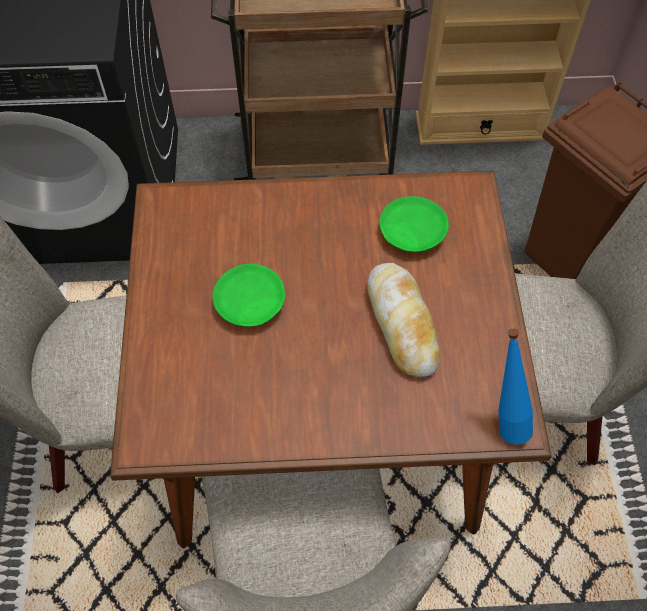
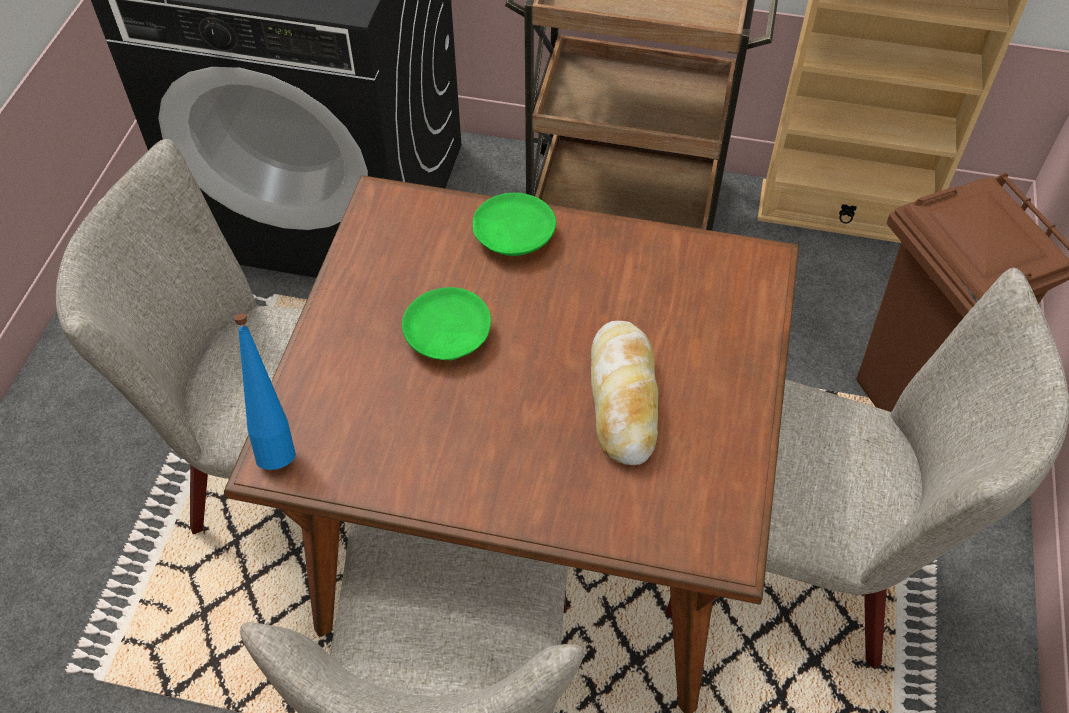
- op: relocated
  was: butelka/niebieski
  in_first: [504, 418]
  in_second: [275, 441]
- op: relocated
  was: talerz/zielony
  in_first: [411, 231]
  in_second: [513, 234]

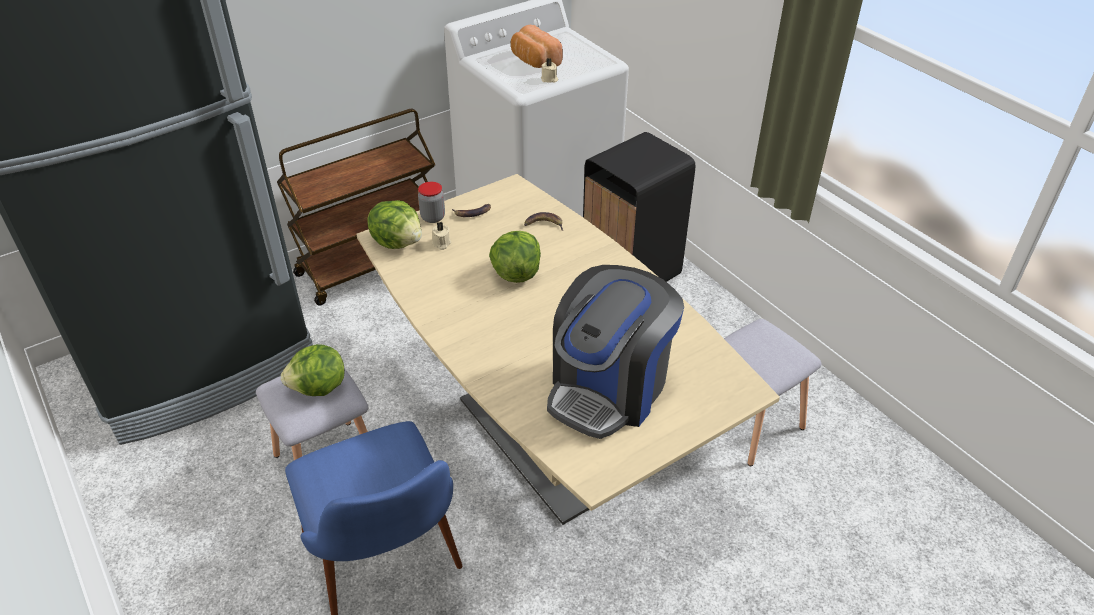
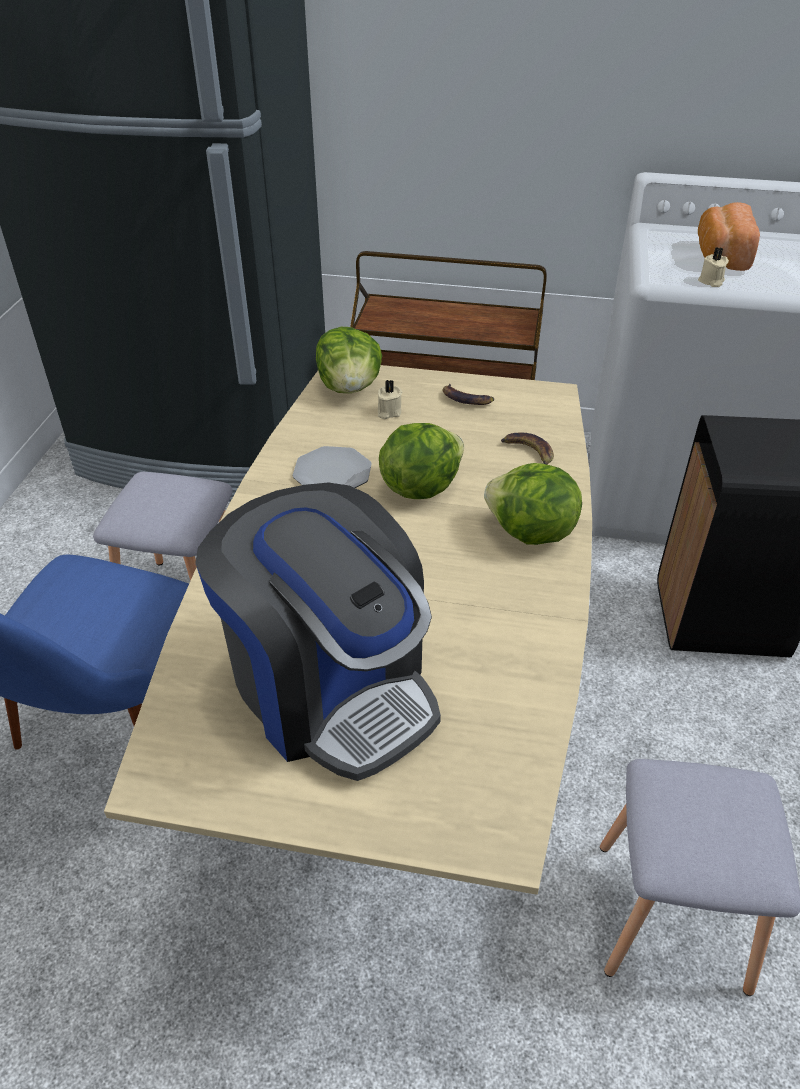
- op: spun
  was: ekspres do kawy
  in_first: [609, 388]
  in_second: [330, 687]
  clockwise: -120
- op: appeared
  now: talerz
  in_second: [331, 473]
- op: relocated
  was: sałata
  in_first: [319, 388]
  in_second: [530, 533]
- op: missing
  was: słoik
  in_first: [433, 217]

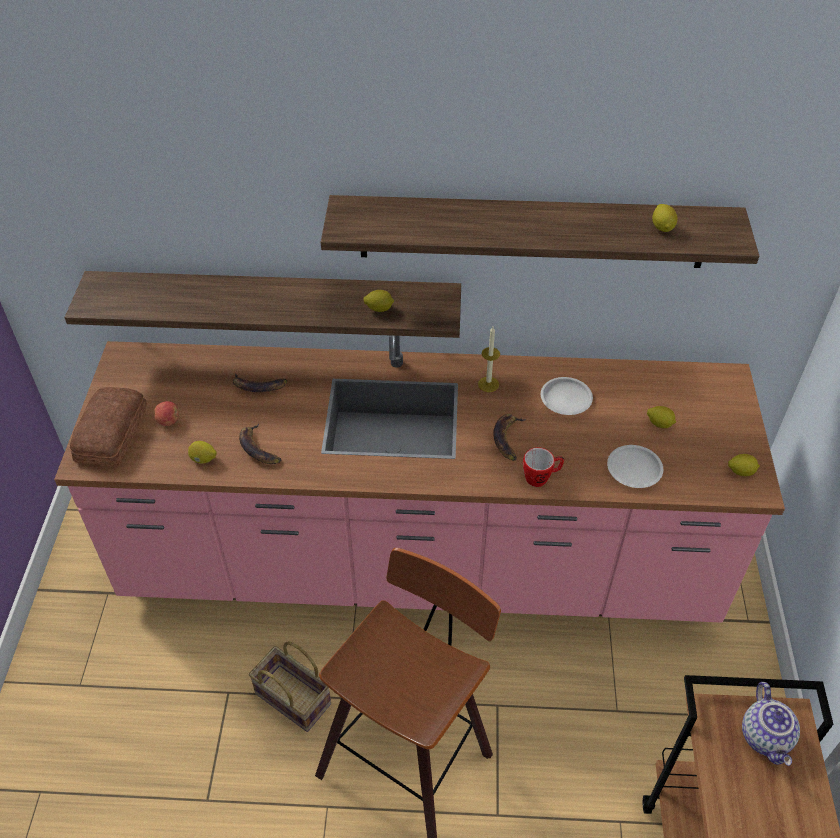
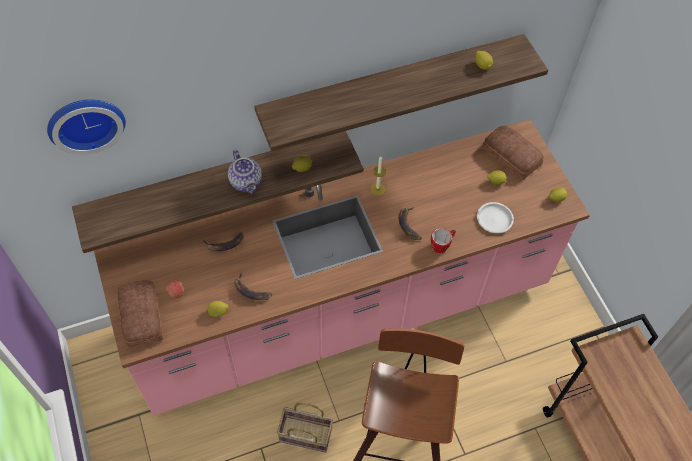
- op: appeared
  now: zegar ścienny
  in_second: [85, 121]
- op: relocated
  was: imbryk
  in_first: [766, 737]
  in_second: [246, 182]
- op: appeared
  now: chleb
  in_second: [511, 157]
- op: missing
  was: talerz/biały
  in_first: [565, 399]

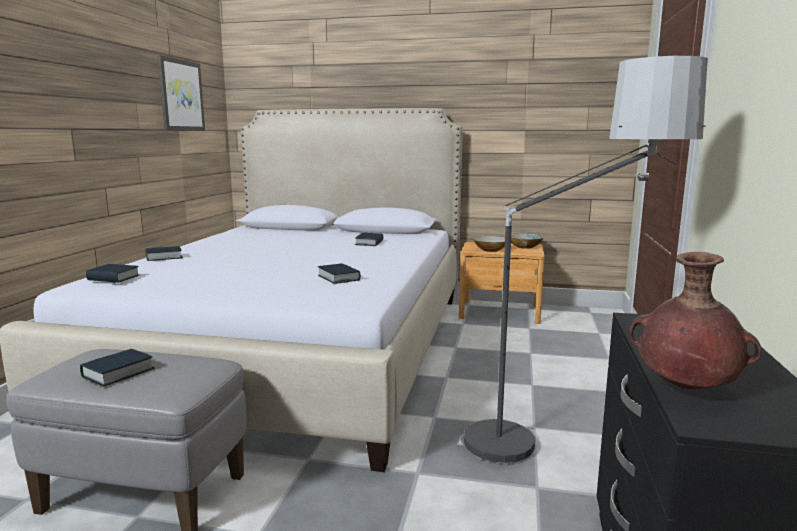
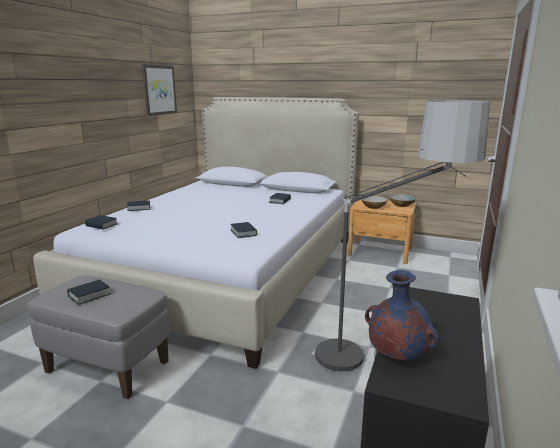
- op: colour
  was: wazon/brązowy
  now: wazon/niebieski
  in_first: [684, 389]
  in_second: [396, 355]

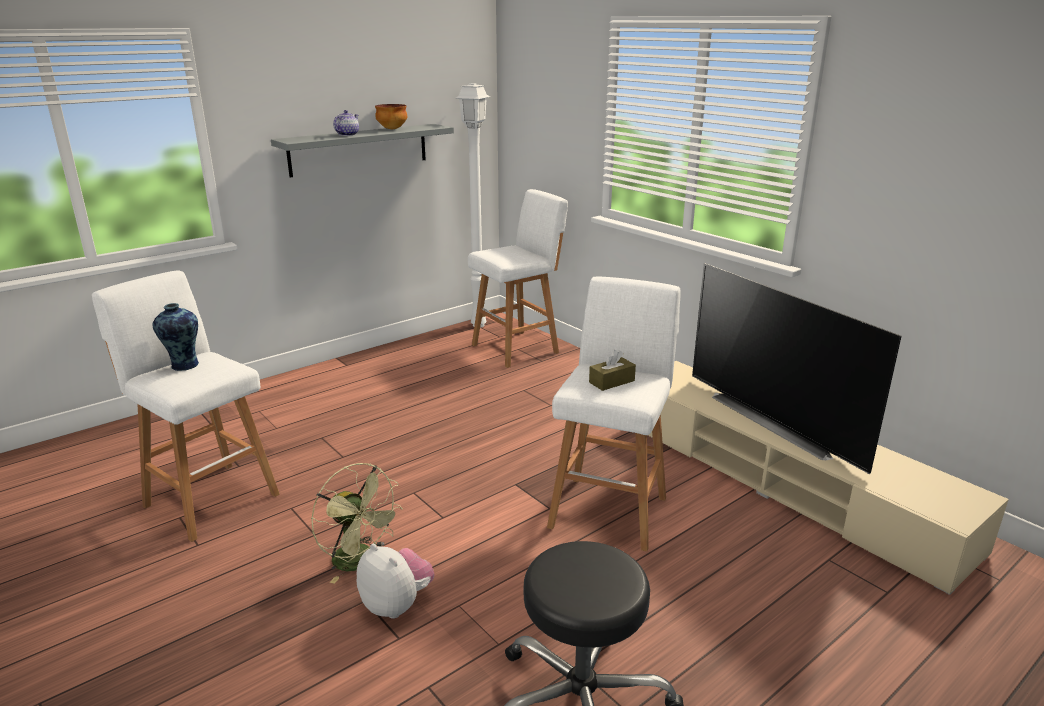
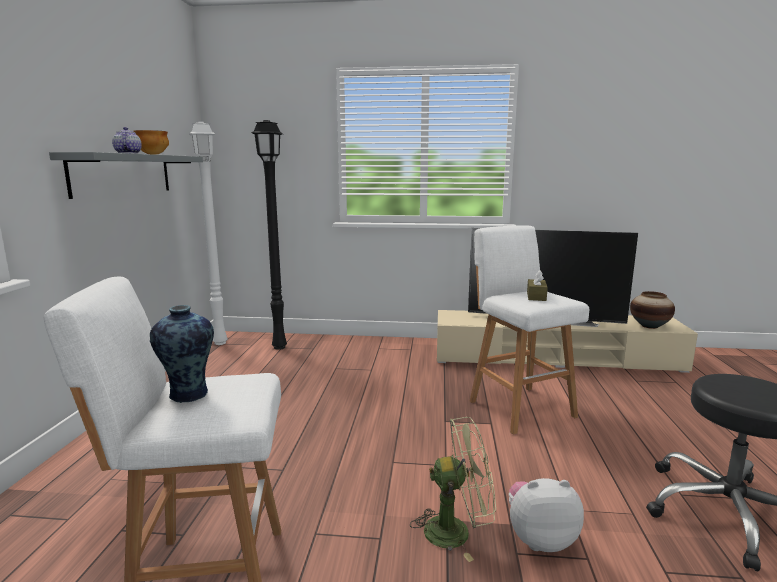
- op: exchanged
  was: stołek/biały
  now: lampa stojąca/czarny
  in_first: [517, 348]
  in_second: [280, 347]
- op: appeared
  now: wazon
  in_second: [649, 326]

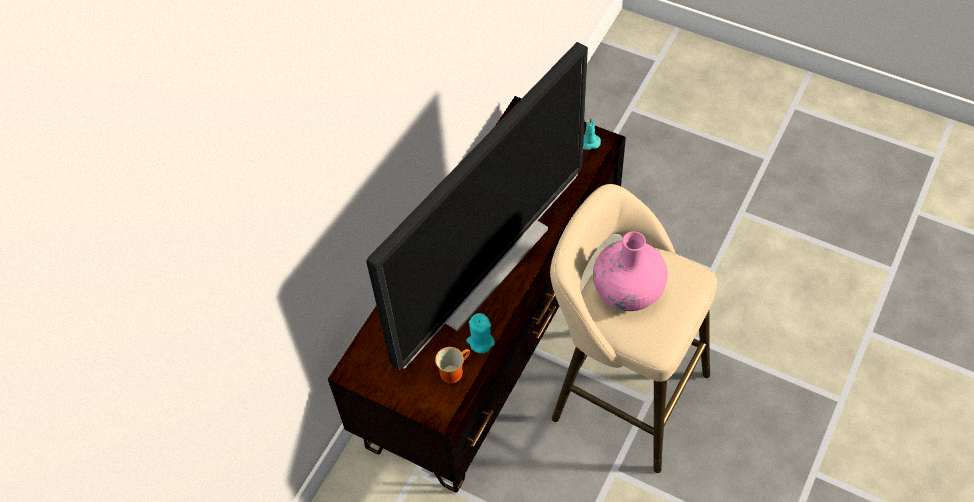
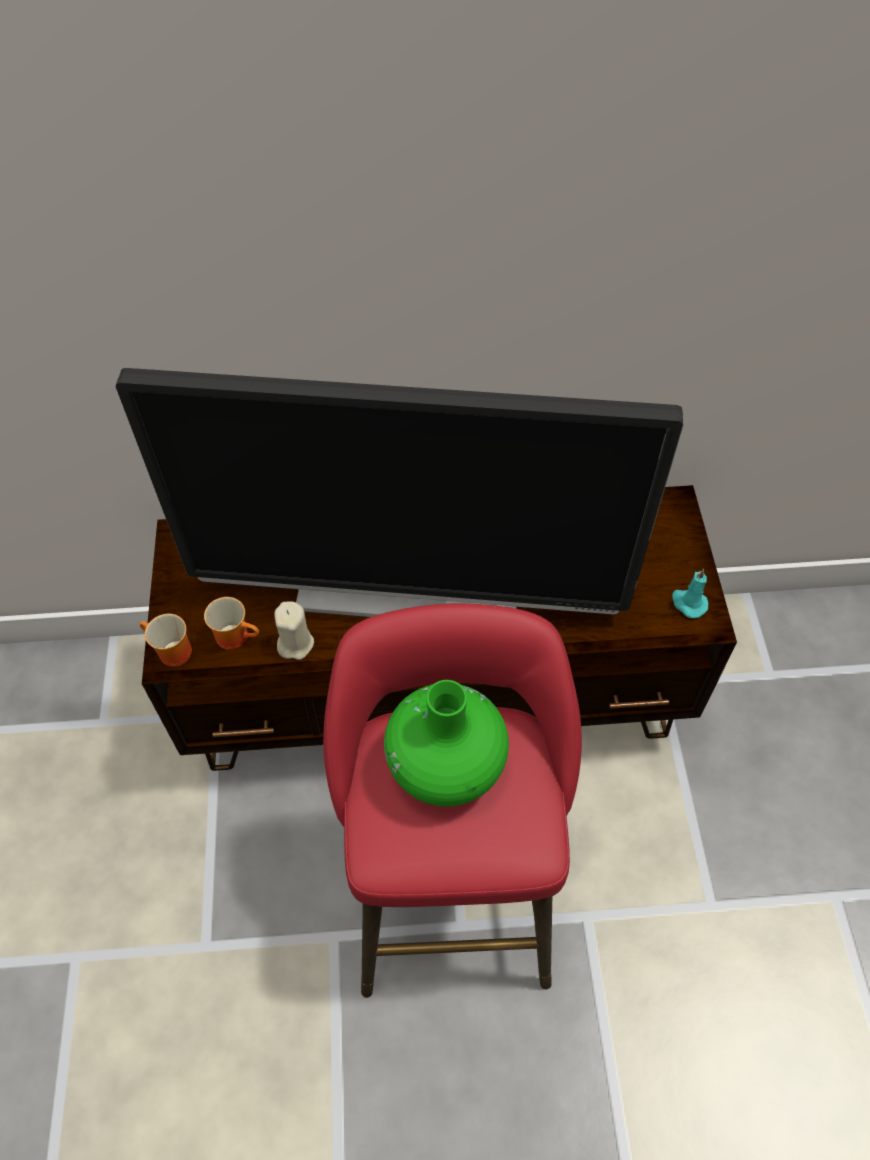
- op: appeared
  now: kubek
  in_second: [170, 653]
- op: colour
  was: świeca/turkusowy
  now: świeca/beżowy
  in_first: [480, 342]
  in_second: [295, 643]
- op: colour
  was: stołek/beżowy
  now: stołek/czerwony
  in_first: [622, 392]
  in_second: [451, 886]
- op: colour
  was: wazon/różowy
  now: wazon/zielony
  in_first: [628, 291]
  in_second: [445, 765]

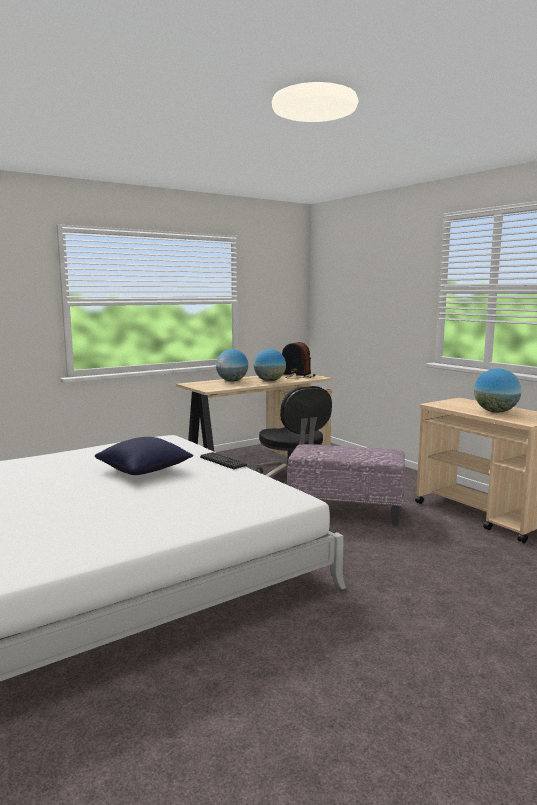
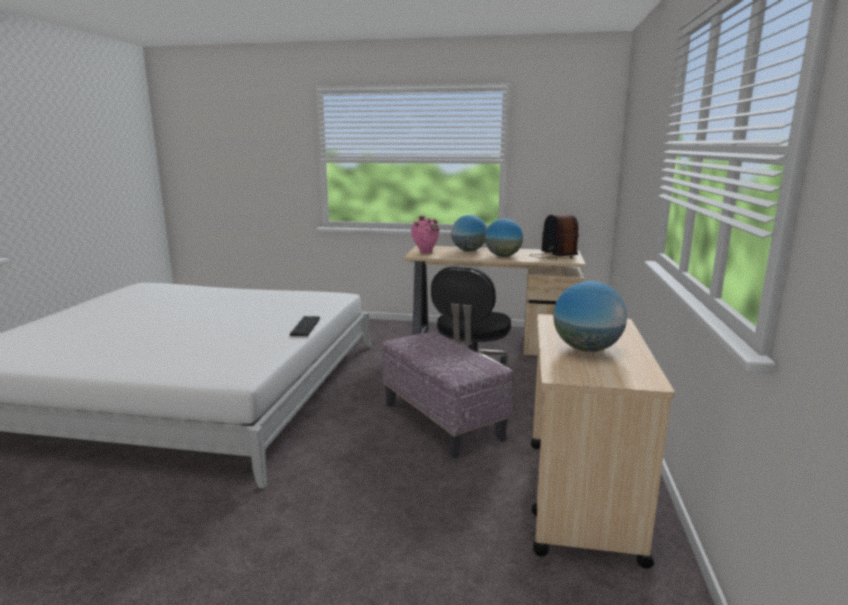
- op: appeared
  now: wazon/różowy
  in_second: [425, 252]
- op: missing
  was: poduszka/niebieski
  in_first: [144, 470]

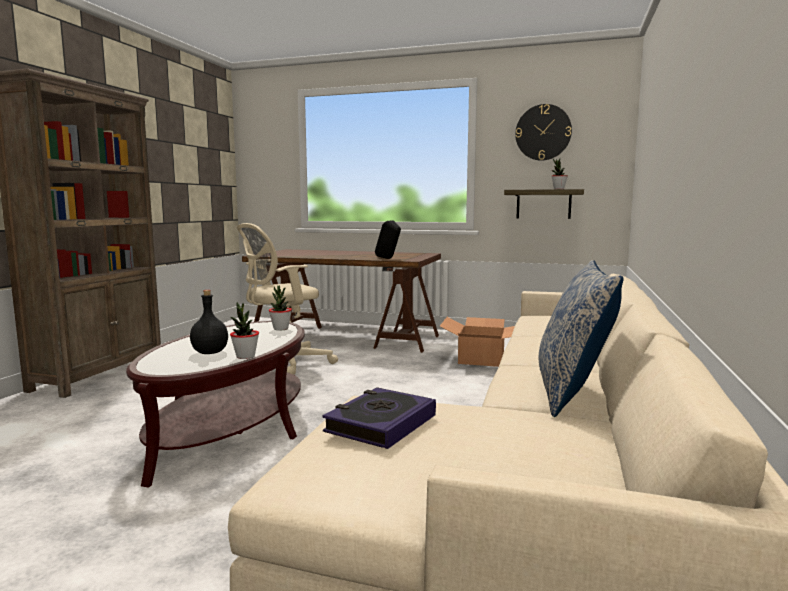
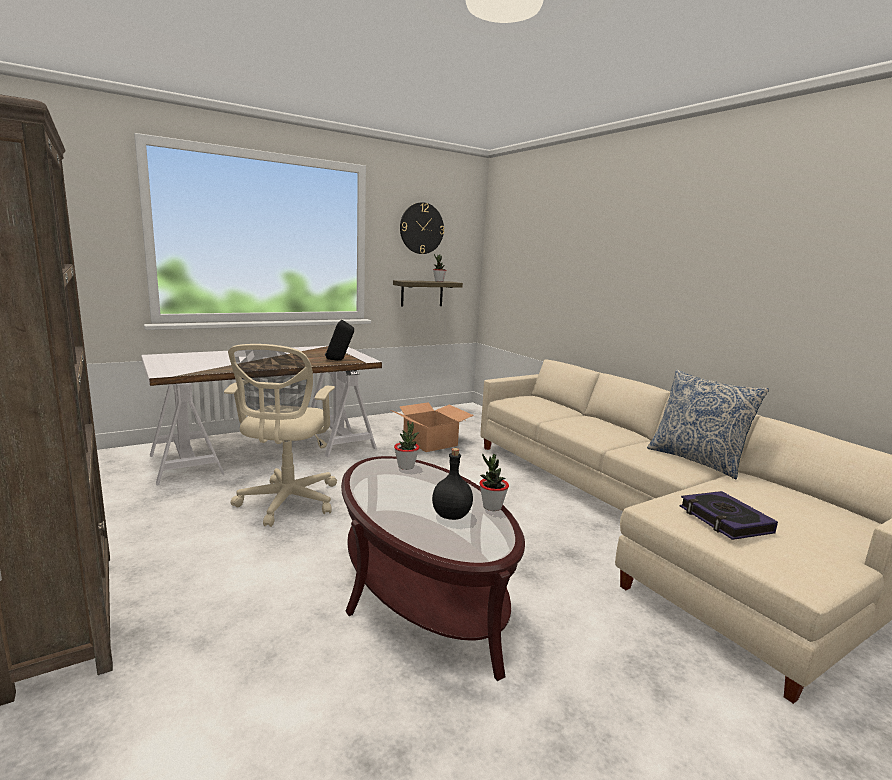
- op: colour
  was: biurko/brązowy
  now: biurko/biały
  in_first: [346, 337]
  in_second: [267, 451]

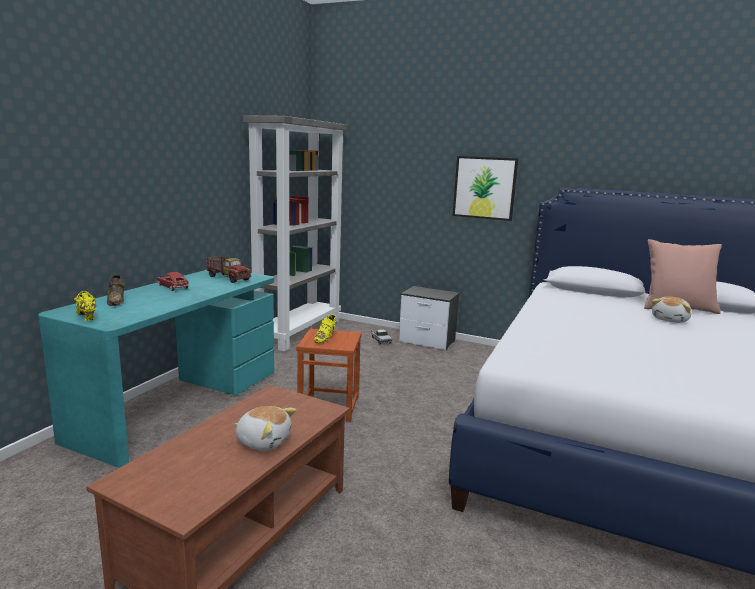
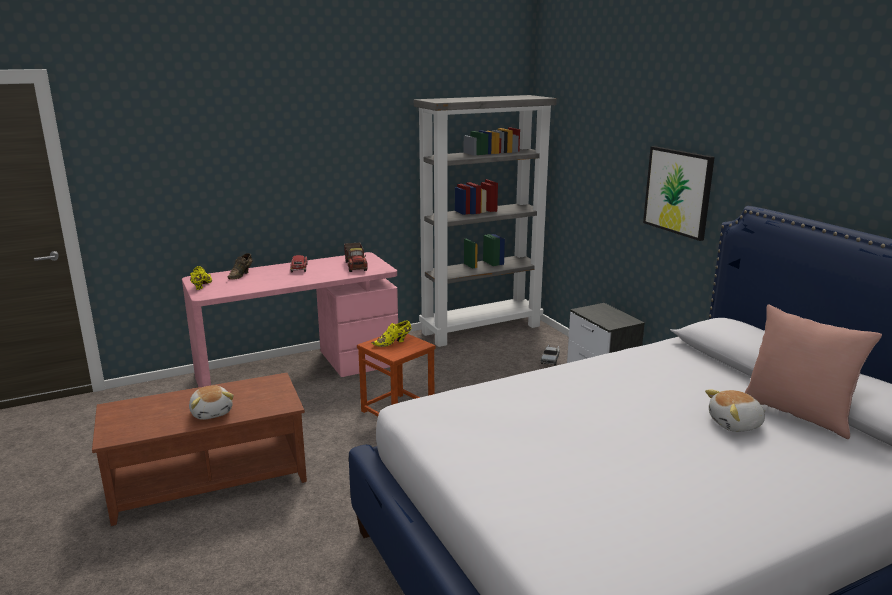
- op: colour
  was: biurko/turkusowy
  now: biurko/różowy
  in_first: [180, 403]
  in_second: [298, 371]

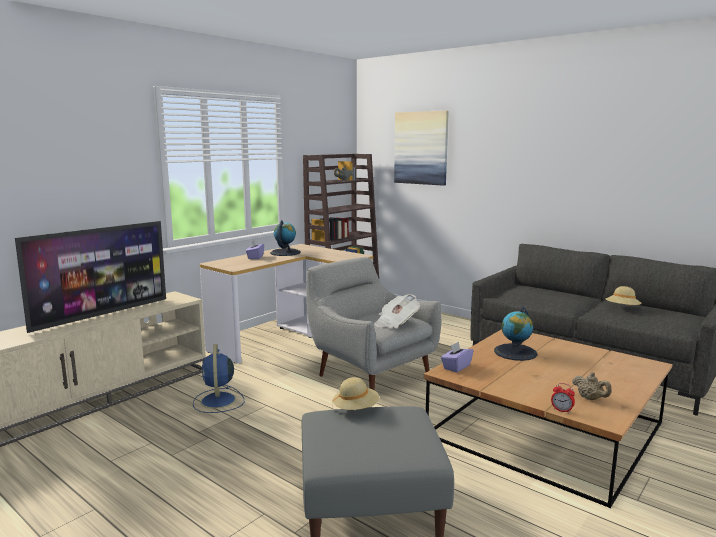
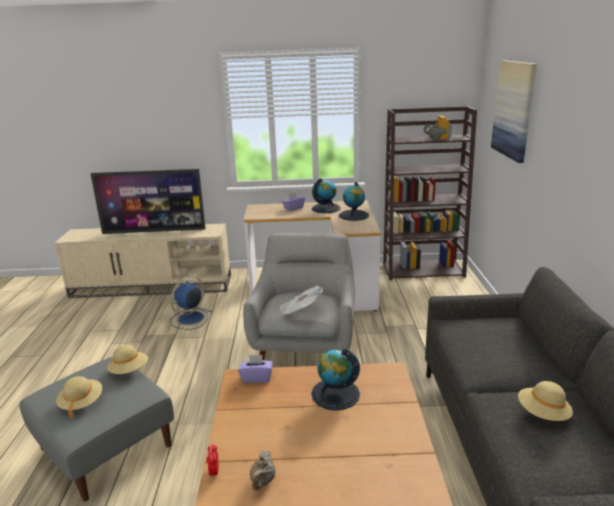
- op: appeared
  now: kapelusz/beżowy
  in_second: [81, 403]
- op: appeared
  now: globus
  in_second: [354, 215]

